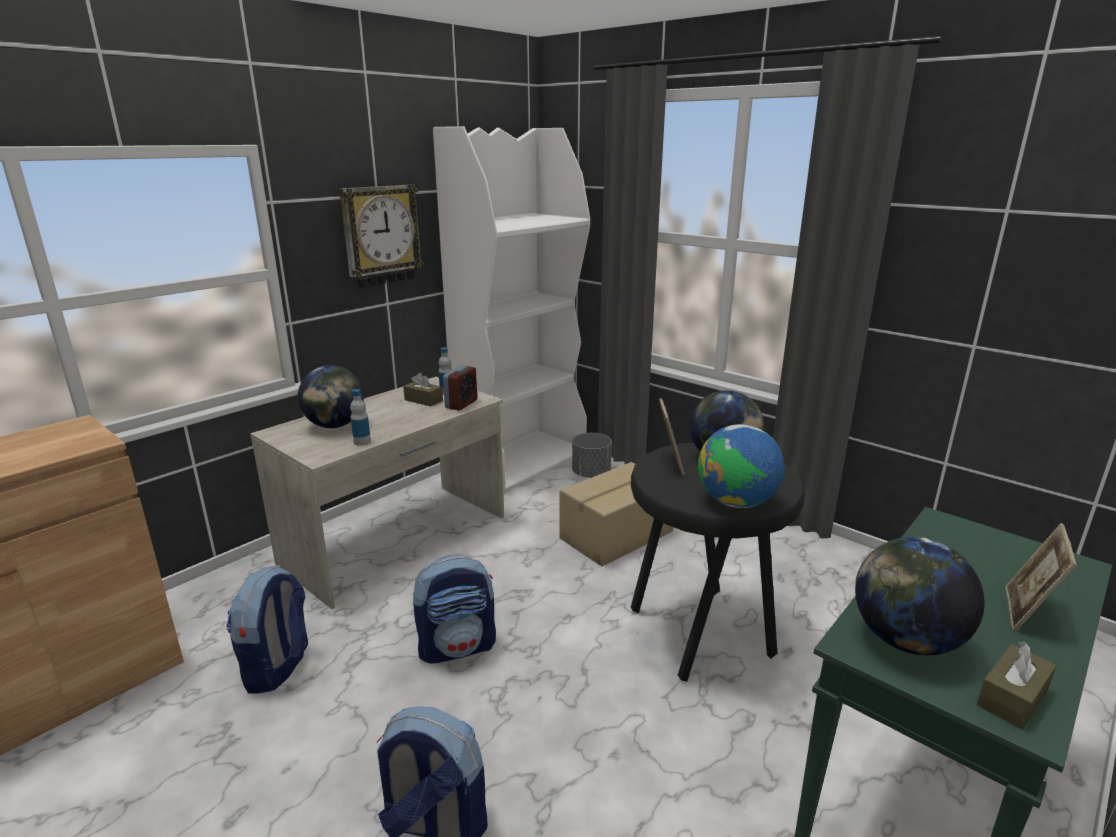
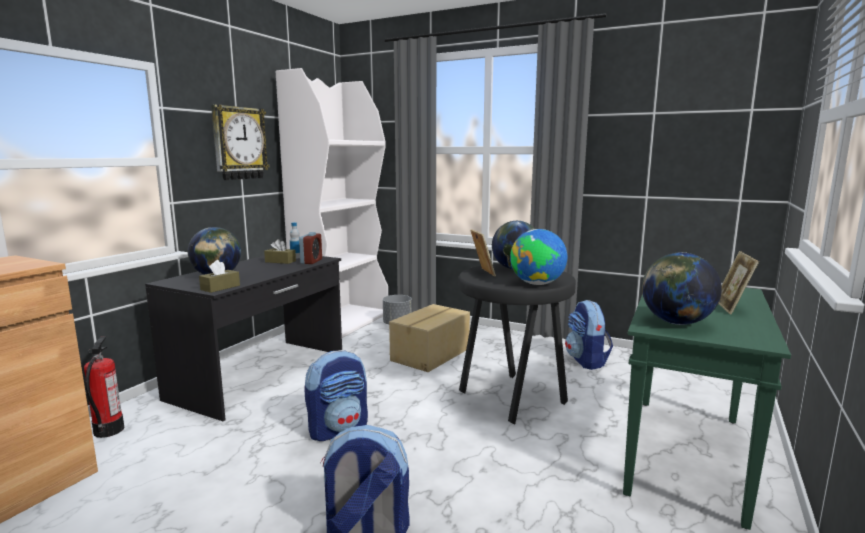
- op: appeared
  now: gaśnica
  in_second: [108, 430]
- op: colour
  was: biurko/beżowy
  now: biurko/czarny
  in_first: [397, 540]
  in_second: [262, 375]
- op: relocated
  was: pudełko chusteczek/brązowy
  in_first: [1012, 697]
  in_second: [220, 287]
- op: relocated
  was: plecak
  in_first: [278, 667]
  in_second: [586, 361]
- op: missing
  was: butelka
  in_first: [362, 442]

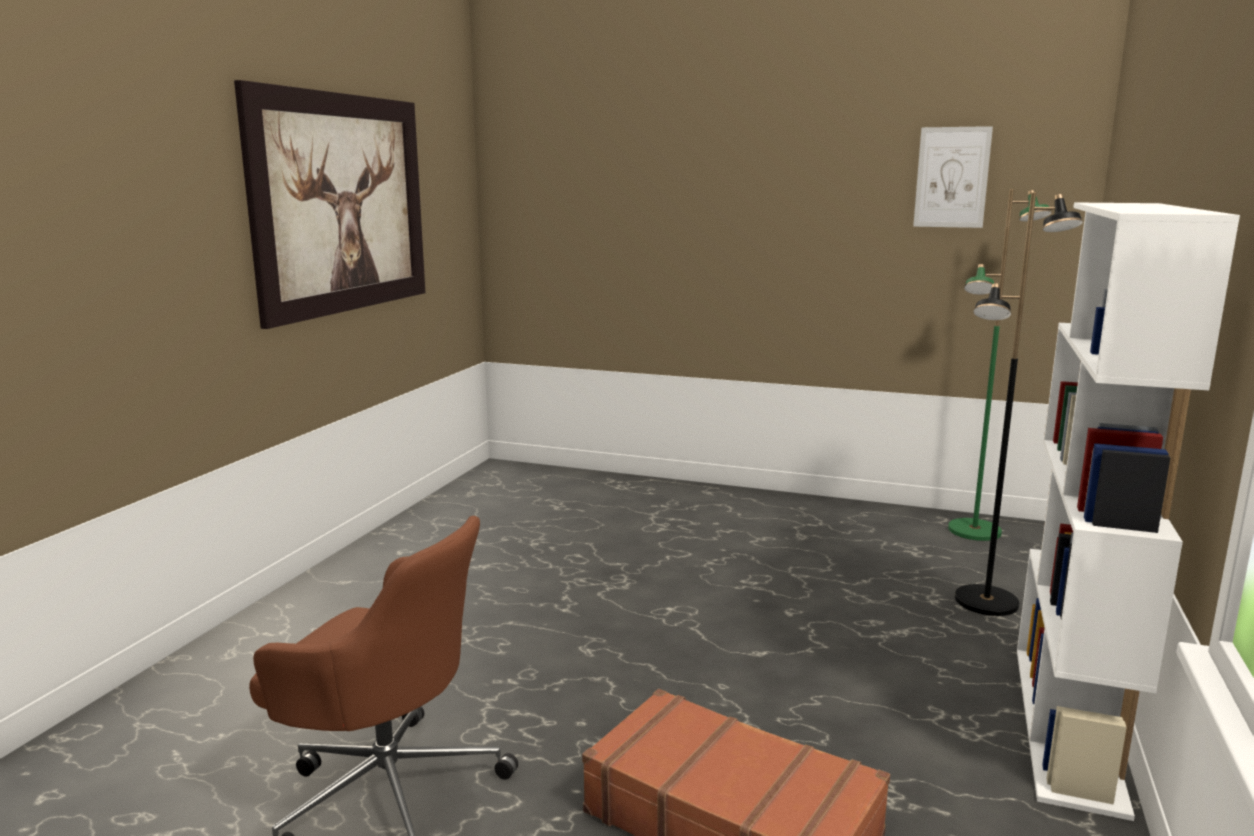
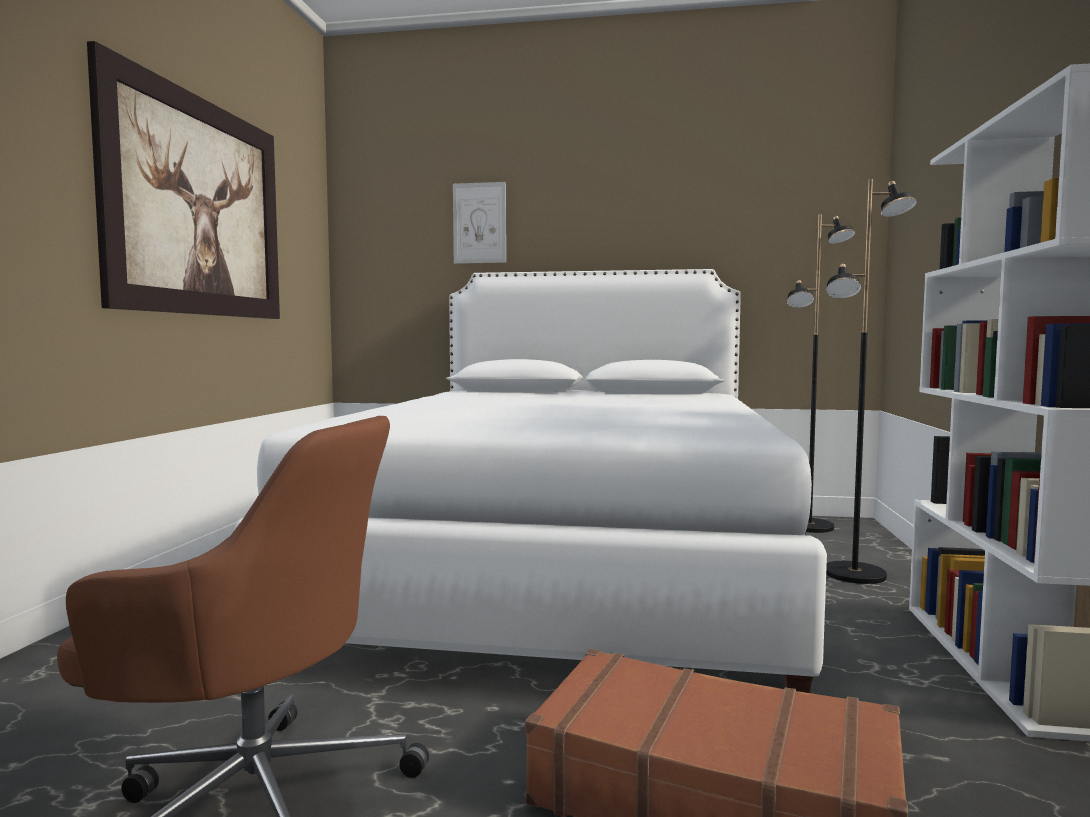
- op: appeared
  now: łóżko/biały
  in_second: [564, 568]
- op: relocated
  was: obraz
  in_first: [952, 177]
  in_second: [479, 223]
- op: colour
  was: lampa stojąca/zielony
  now: lampa stojąca/czarny
  in_first: [975, 531]
  in_second: [810, 527]

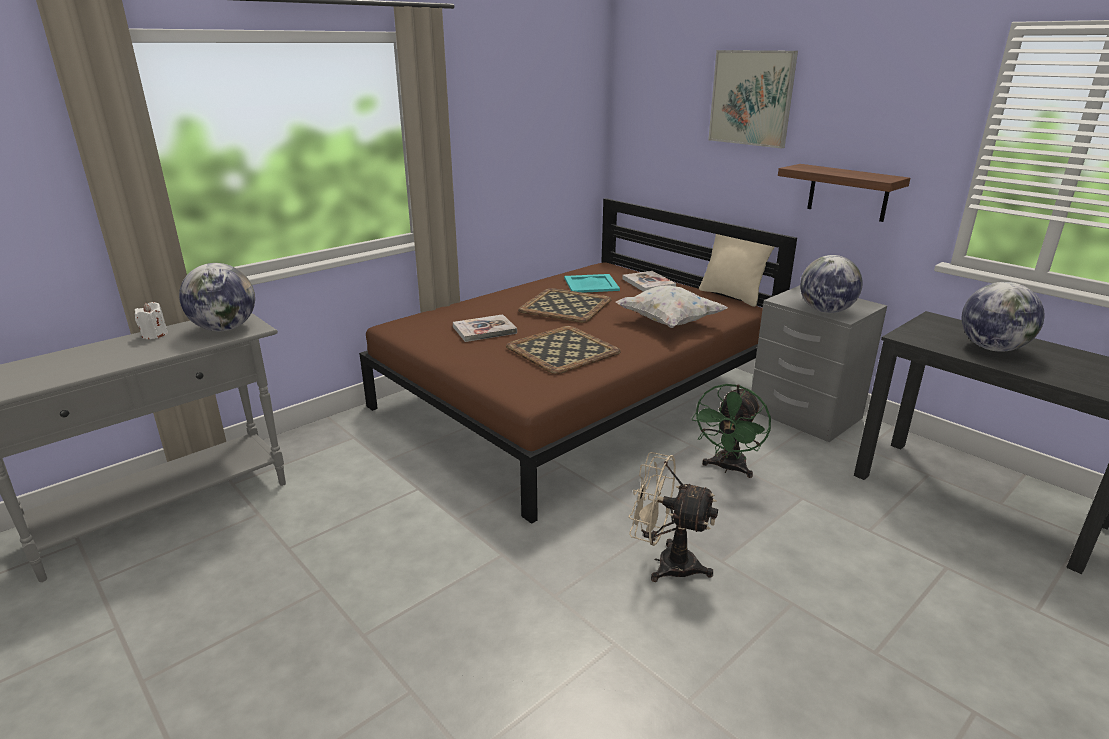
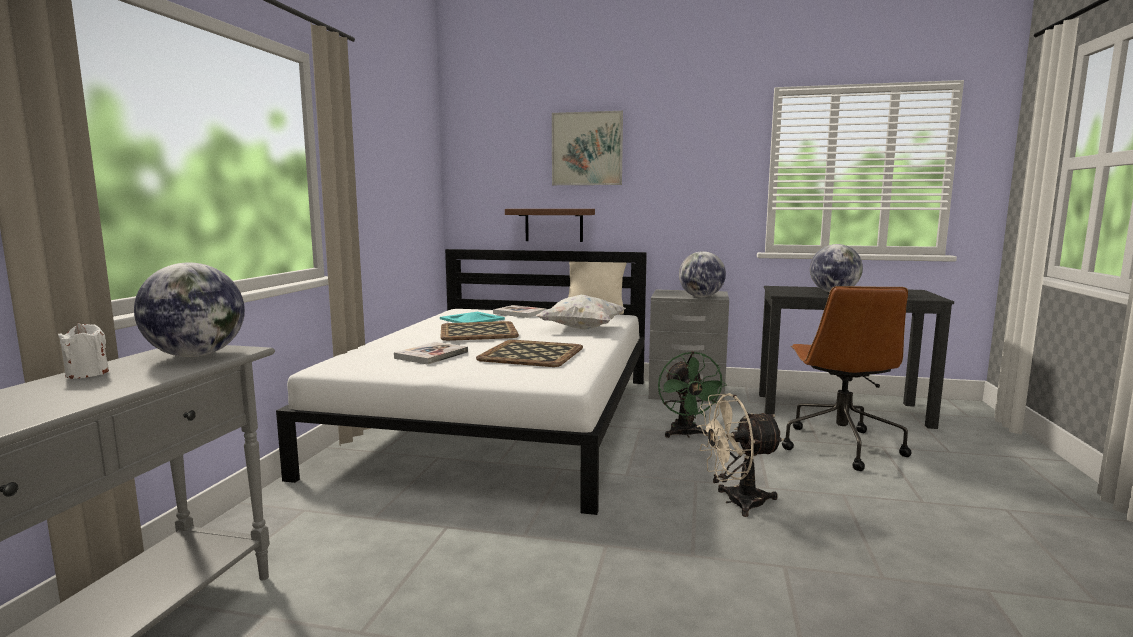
- op: colour
  was: łóżko/brązowy
  now: łóżko/biały
  in_first: [577, 396]
  in_second: [503, 421]
- op: relocated
  was: półka
  in_first: [848, 192]
  in_second: [554, 225]
- op: appeared
  now: krzesło biurowe/brązowy
  in_second: [839, 446]

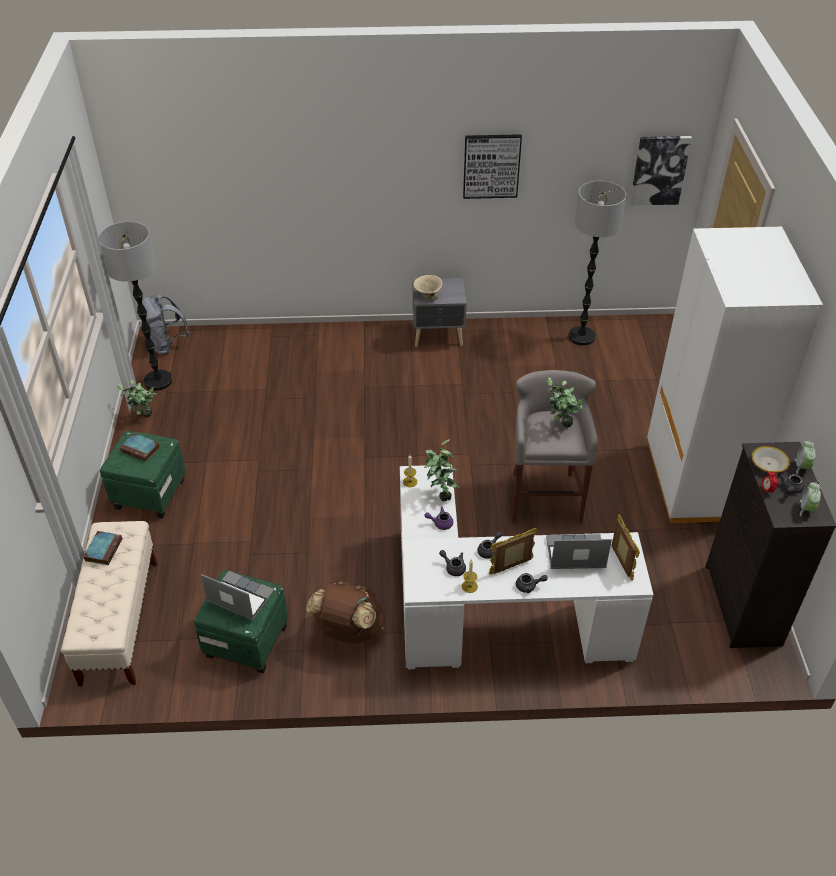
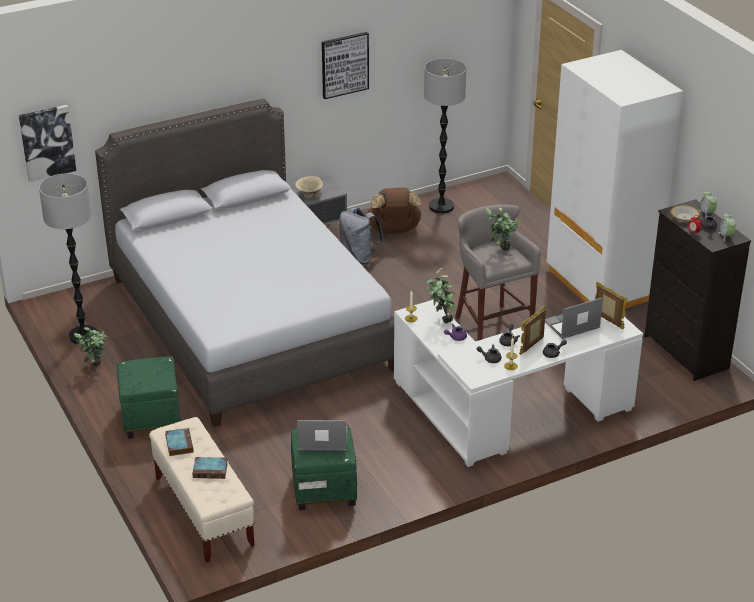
- op: relocated
  was: obraz
  in_first: [659, 170]
  in_second: [47, 142]
- op: appeared
  now: łóżko/szary
  in_second: [249, 323]
- op: relocated
  was: książka
  in_first: [141, 449]
  in_second: [211, 470]
- op: relocated
  was: plecak/szary
  in_first: [167, 345]
  in_second: [359, 257]
- op: relocated
  was: plecak/brązowy
  in_first: [349, 631]
  in_second: [394, 231]

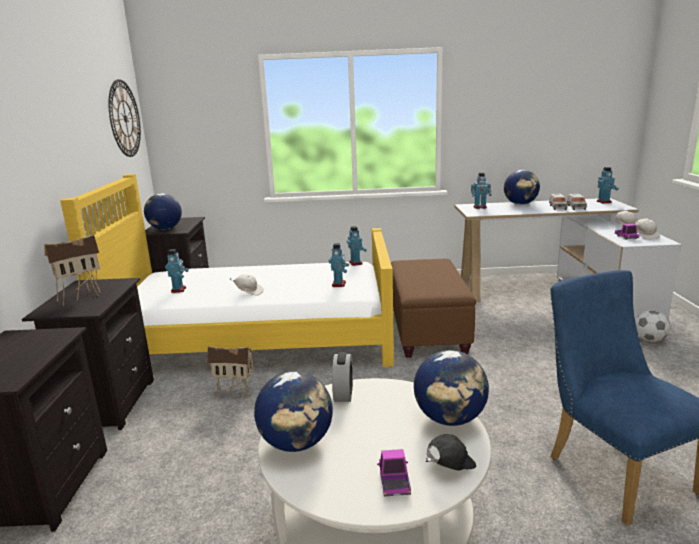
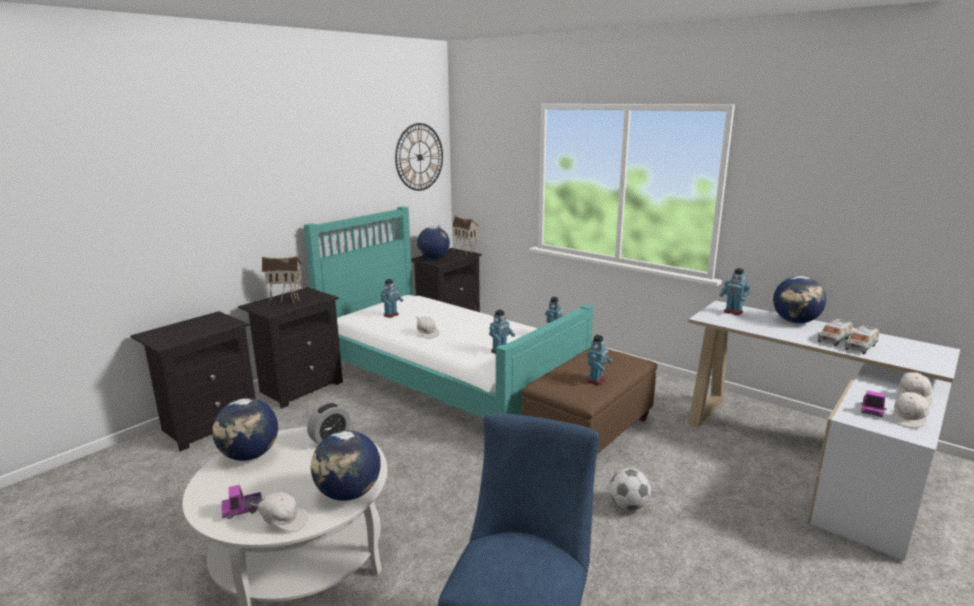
- op: spun
  was: ciężarówka zabawkowa
  in_first: [394, 482]
  in_second: [243, 509]
  clockwise: -150
- op: colour
  was: czapka z daszkiem/czarny
  now: czapka z daszkiem/biały
  in_first: [449, 467]
  in_second: [283, 522]
- op: colour
  was: łóżko/żółty
  now: łóżko/turkusowy
  in_first: [256, 338]
  in_second: [446, 378]
- op: relocated
  was: domek
  in_first: [235, 394]
  in_second: [466, 252]
- op: relocated
  was: robot zabawkowy
  in_first: [604, 202]
  in_second: [596, 381]
- op: relocated
  was: piłka futbolowa
  in_first: [650, 340]
  in_second: [628, 506]

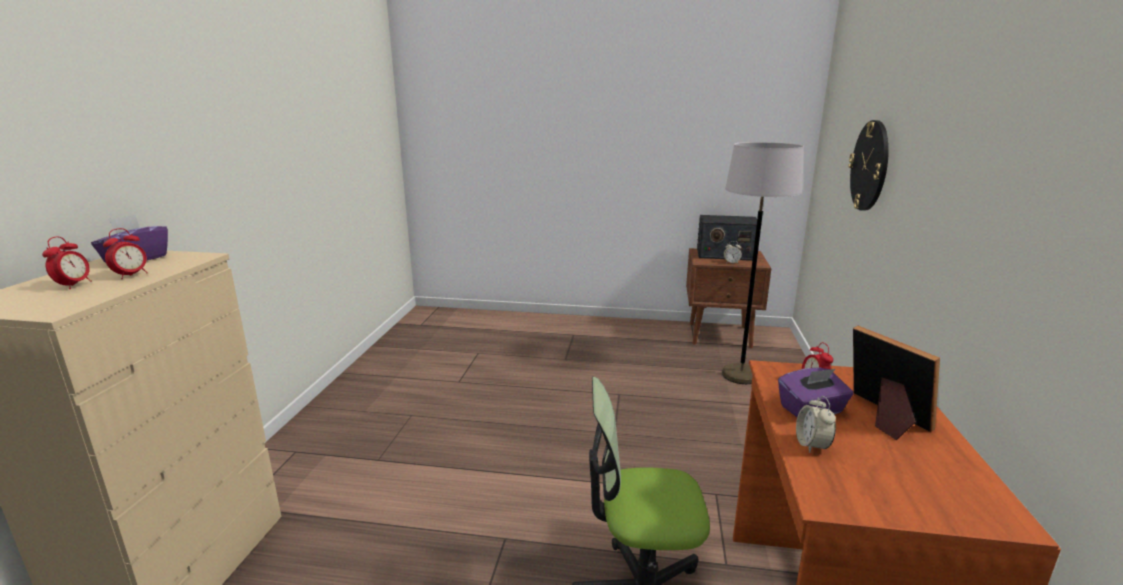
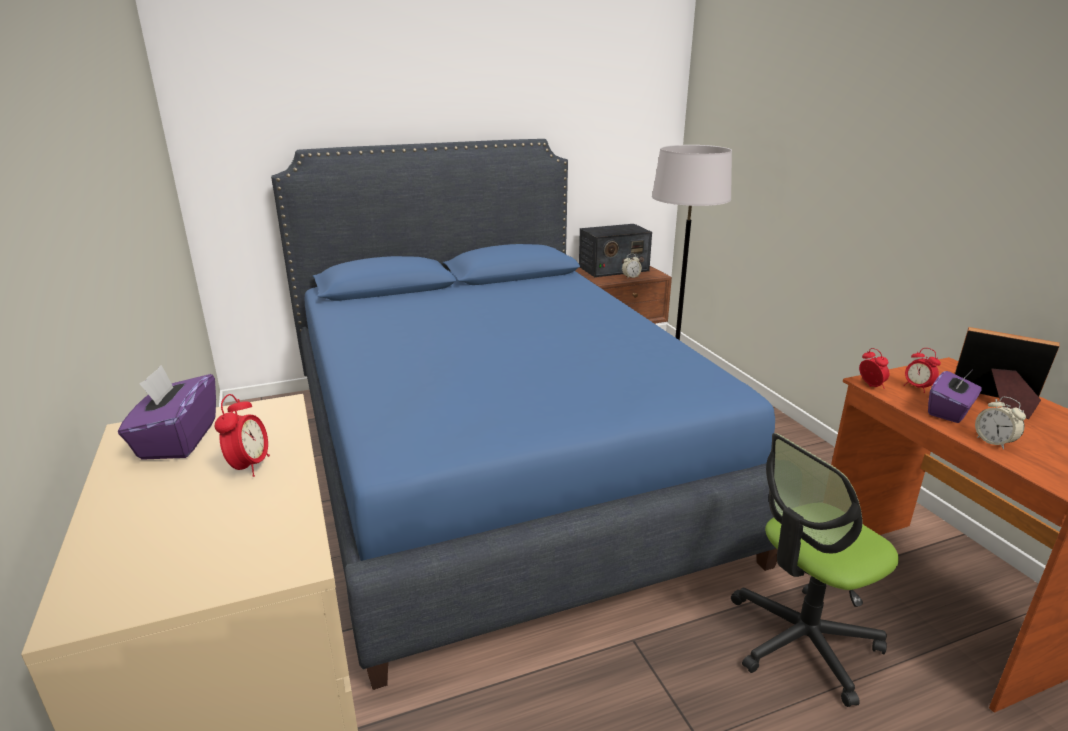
- op: appeared
  now: łóżko/niebieski
  in_second: [497, 462]
- op: relocated
  was: budzik
  in_first: [74, 285]
  in_second: [870, 386]
- op: missing
  was: zegar ścienny
  in_first: [870, 166]

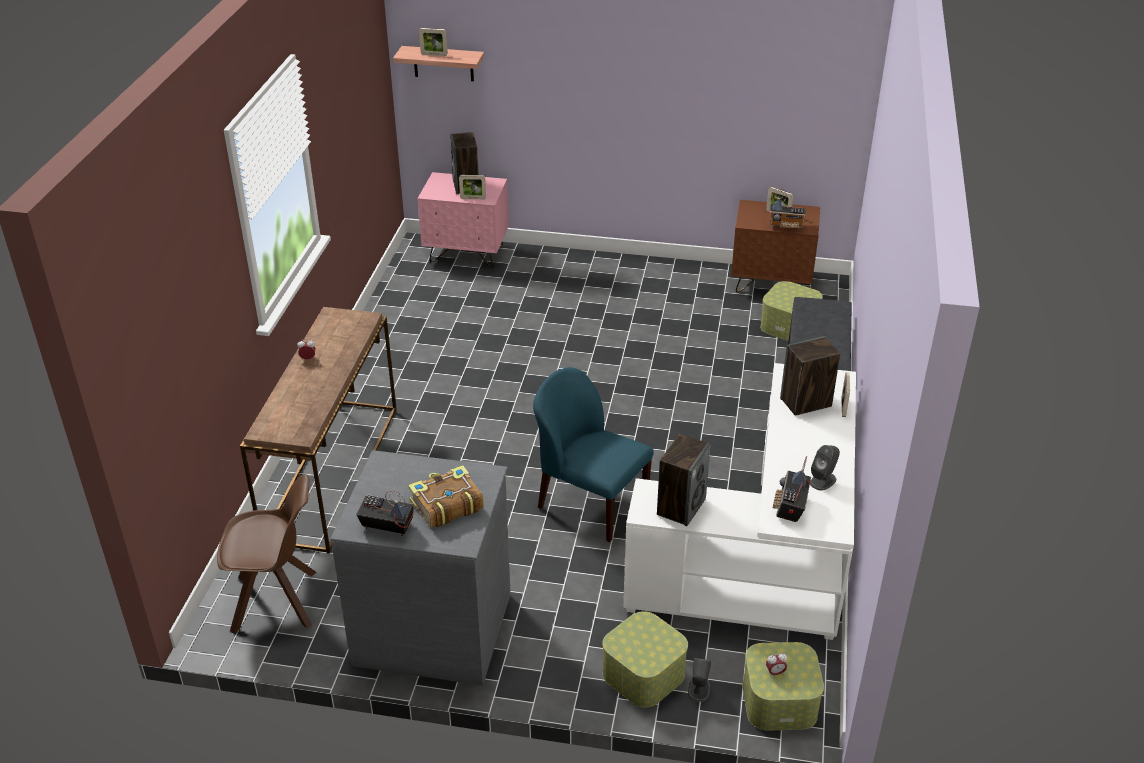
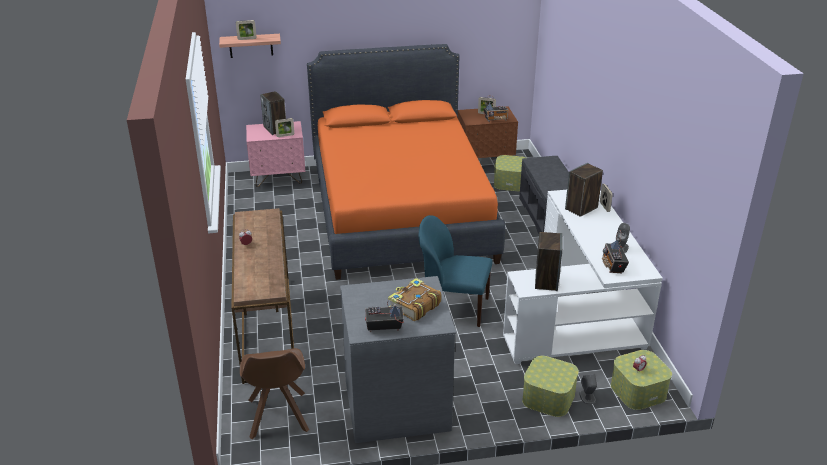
- op: spun
  was: krzesło/brązowy
  in_first: [277, 601]
  in_second: [278, 416]
  clockwise: 105
- op: appeared
  now: łóżko/pomarańczowy
  in_second: [400, 211]

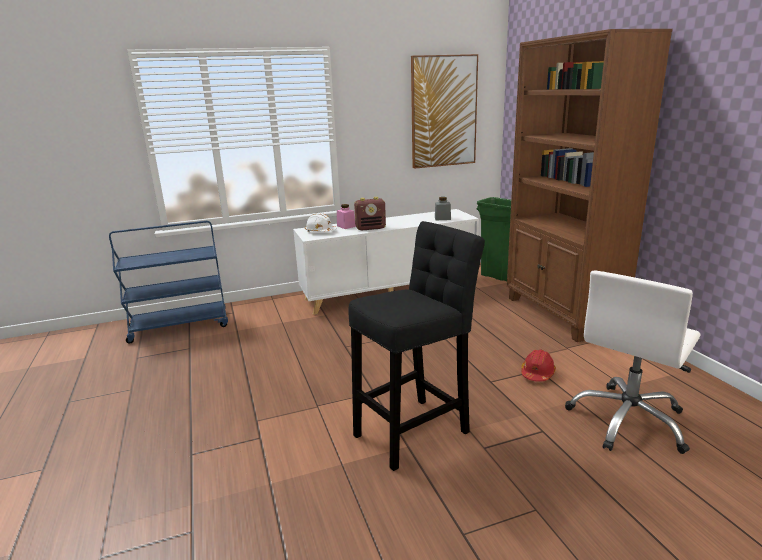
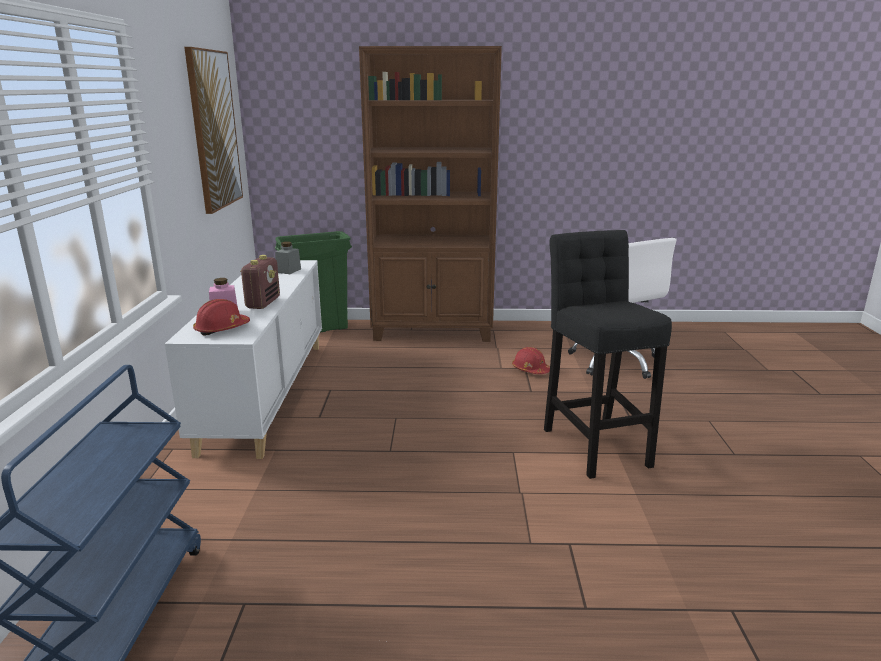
- op: colour
  was: kask/biały
  now: kask/czerwony
  in_first: [320, 231]
  in_second: [221, 329]

